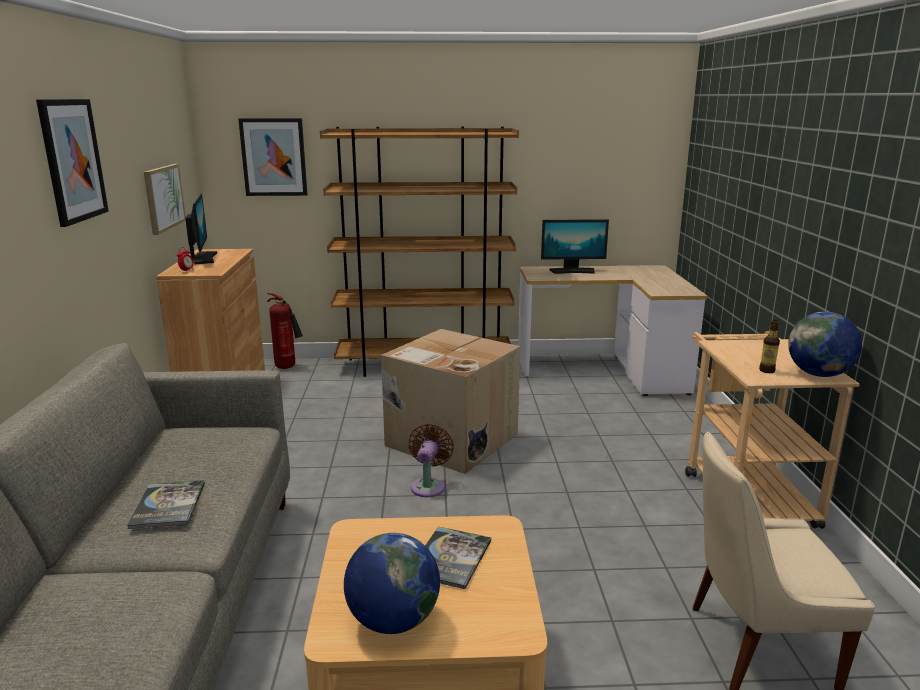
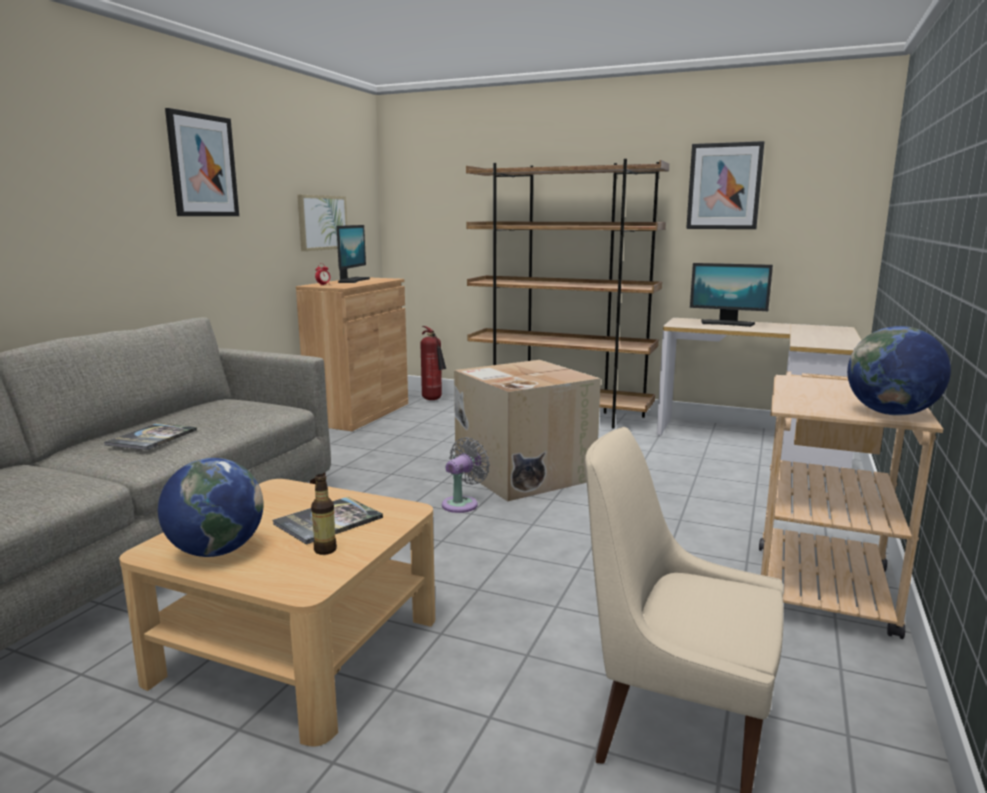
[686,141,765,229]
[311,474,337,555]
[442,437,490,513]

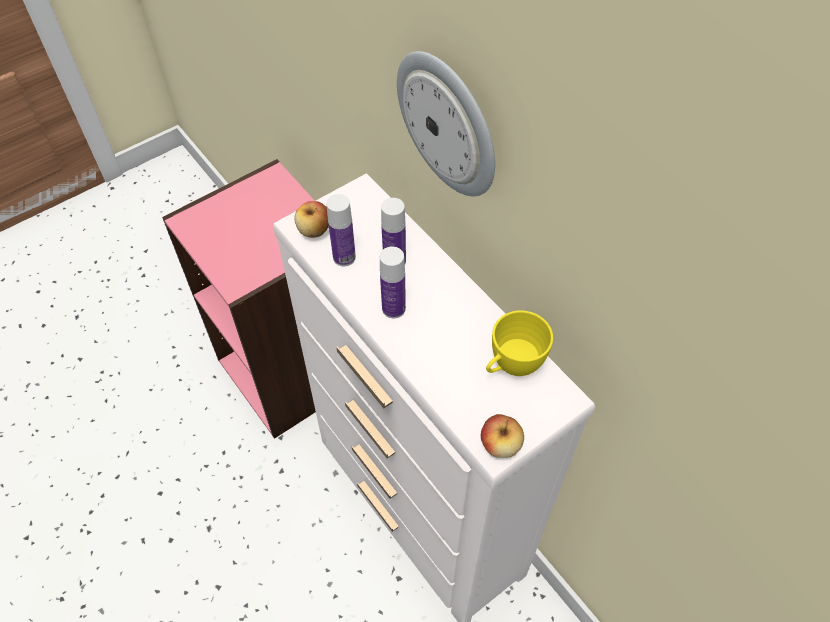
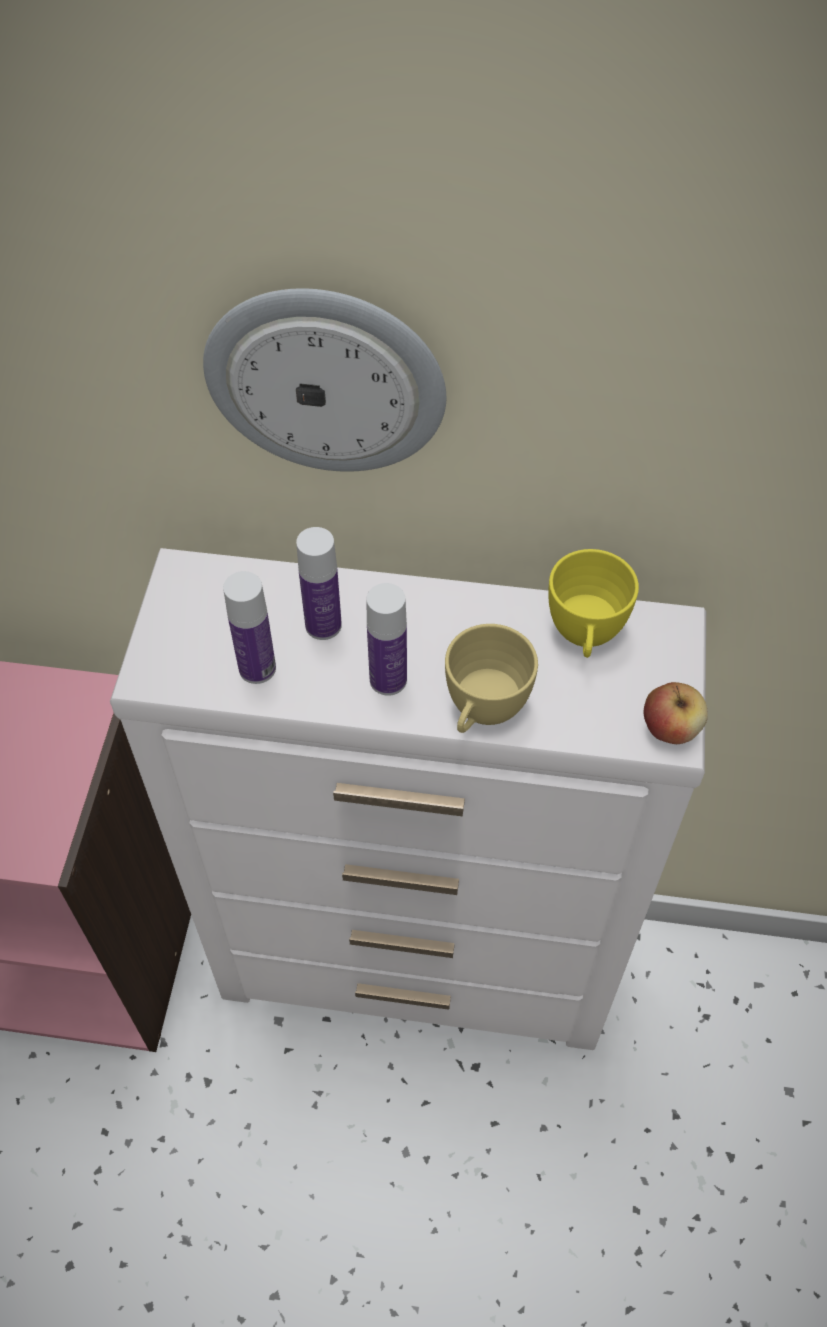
[294,201,329,238] (first image)
[445,624,538,733]

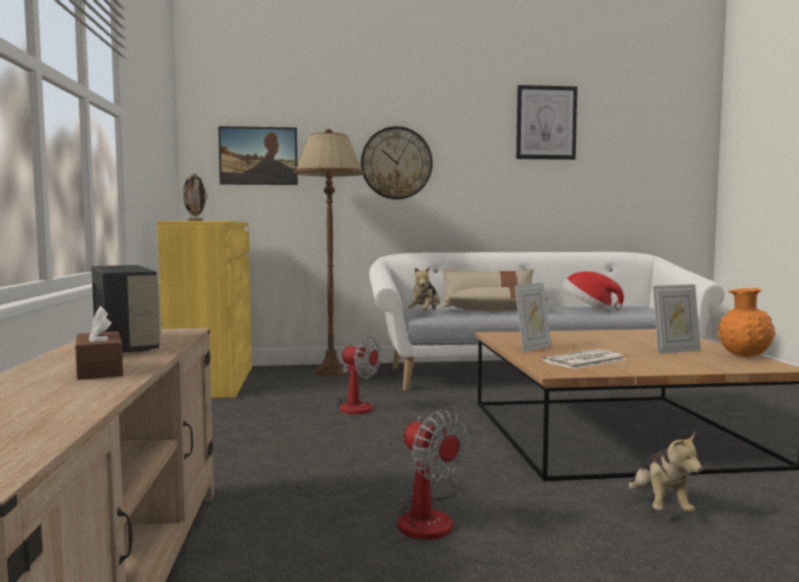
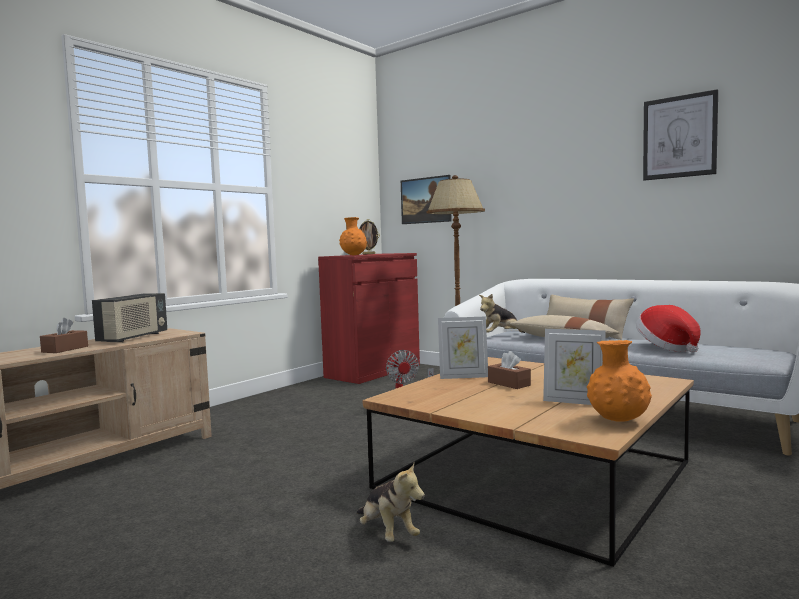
[361,126,433,199] (first image)
[318,253,420,384]
[542,349,626,369] (first image)
[398,410,469,540] (first image)
[357,462,425,542]
[339,217,367,255]
[488,351,531,389]

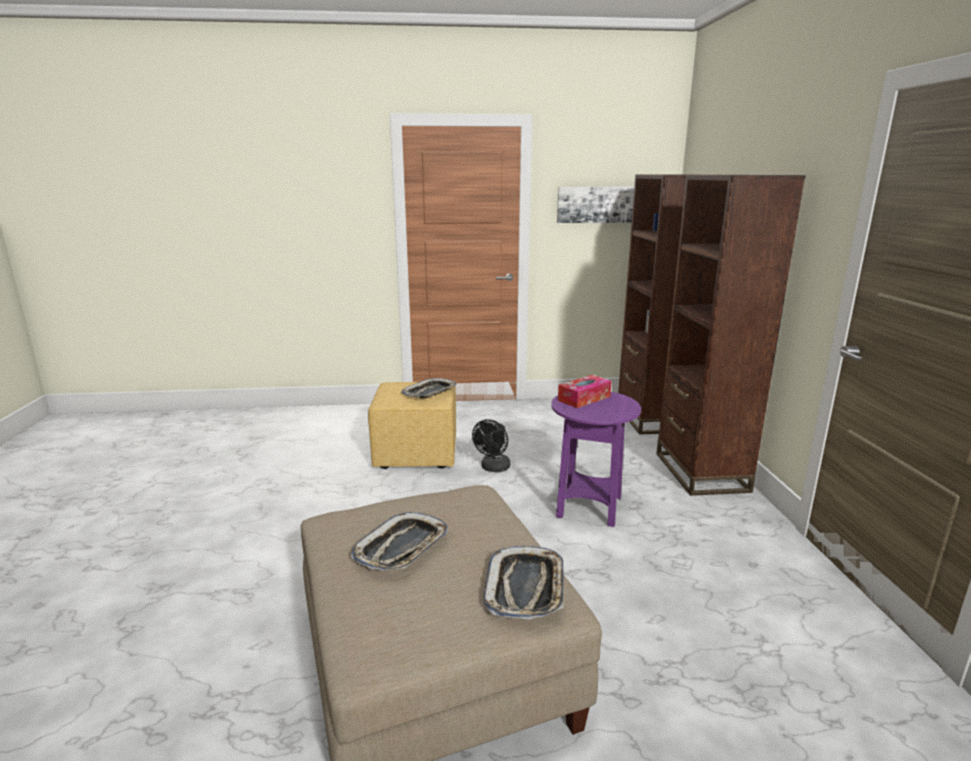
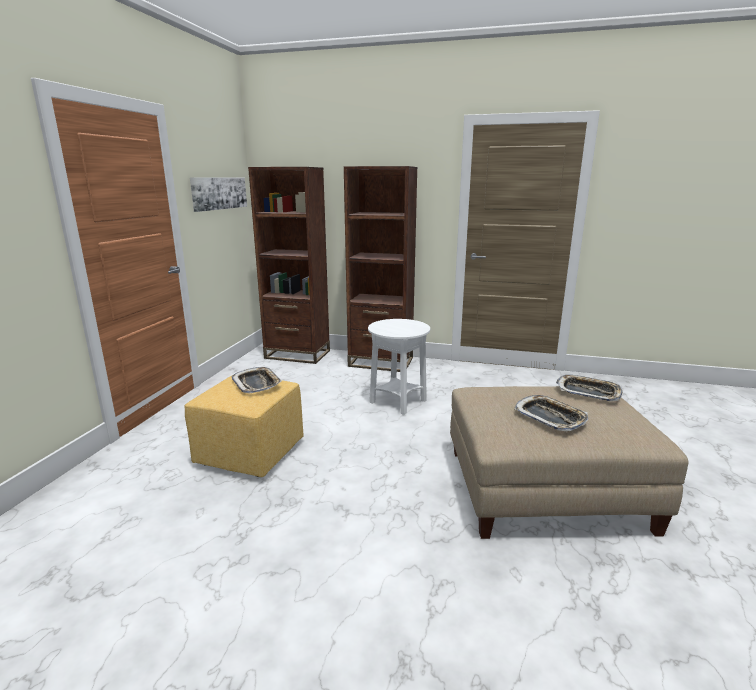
[558,375,612,408] (first image)
[368,319,430,415]
[472,419,510,472] (first image)

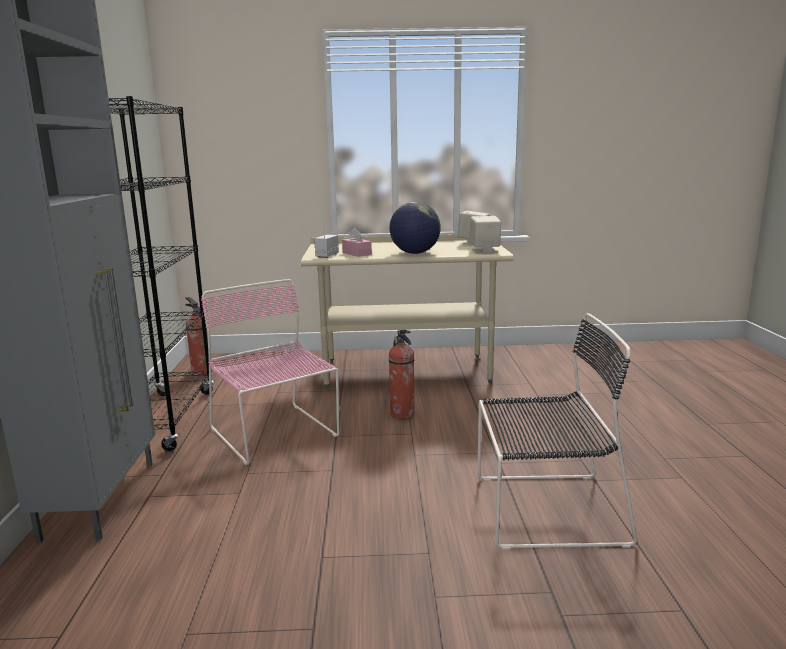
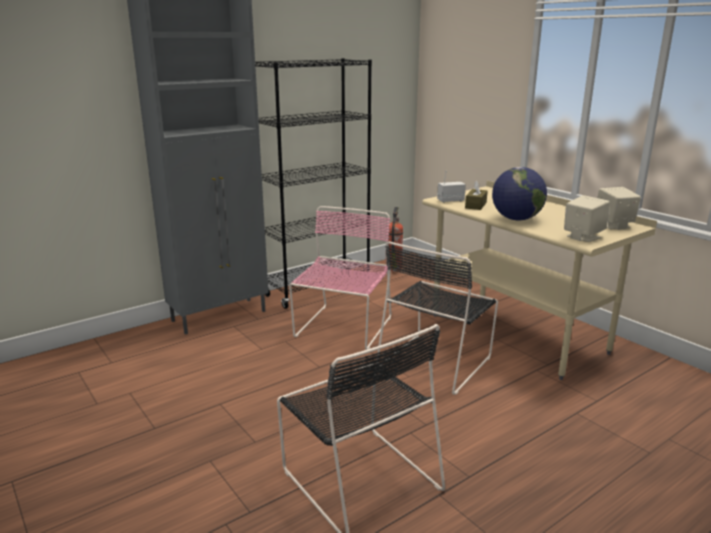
[465,180,488,210]
[376,241,498,395]

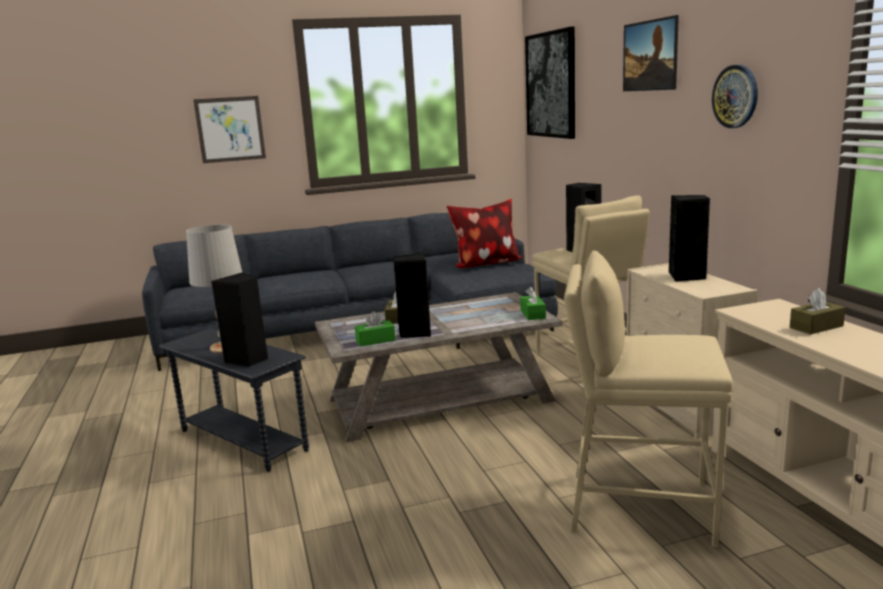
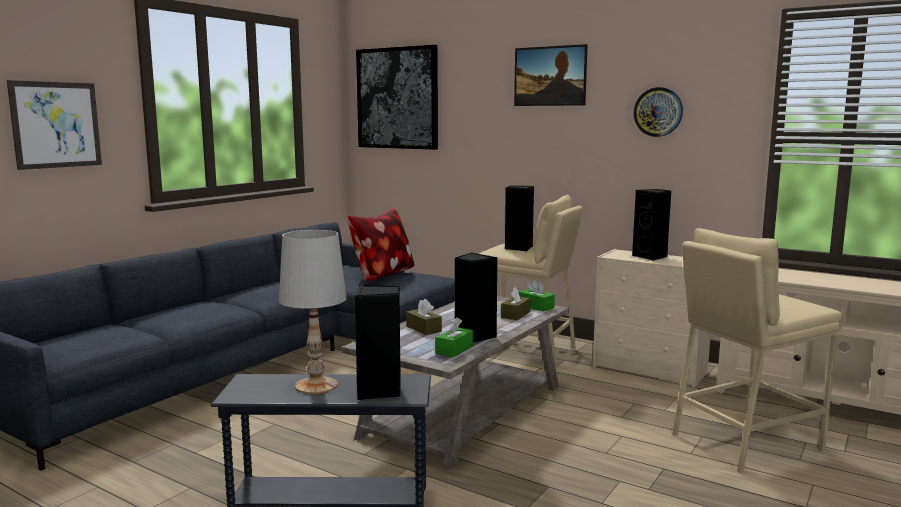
[501,287,531,320]

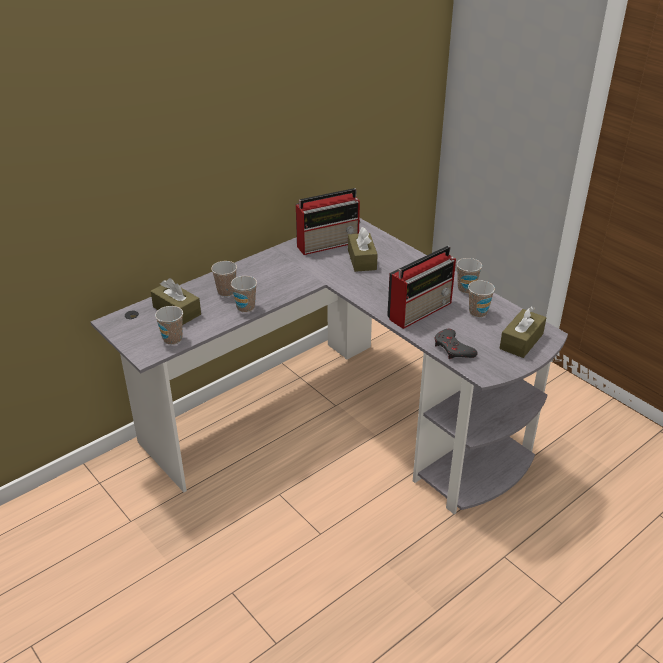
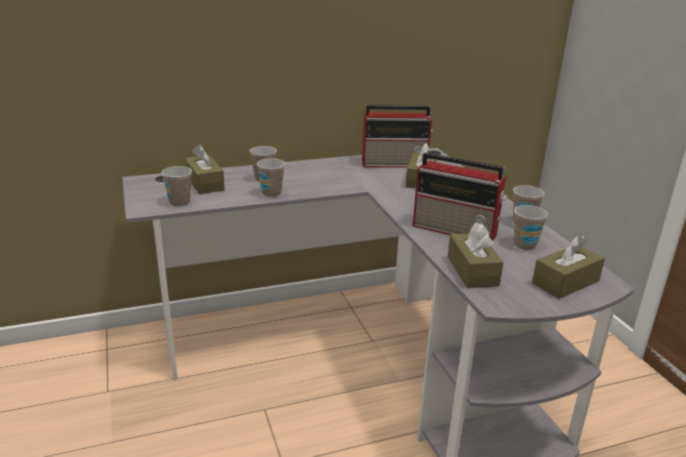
[413,153,507,241]
[448,223,504,288]

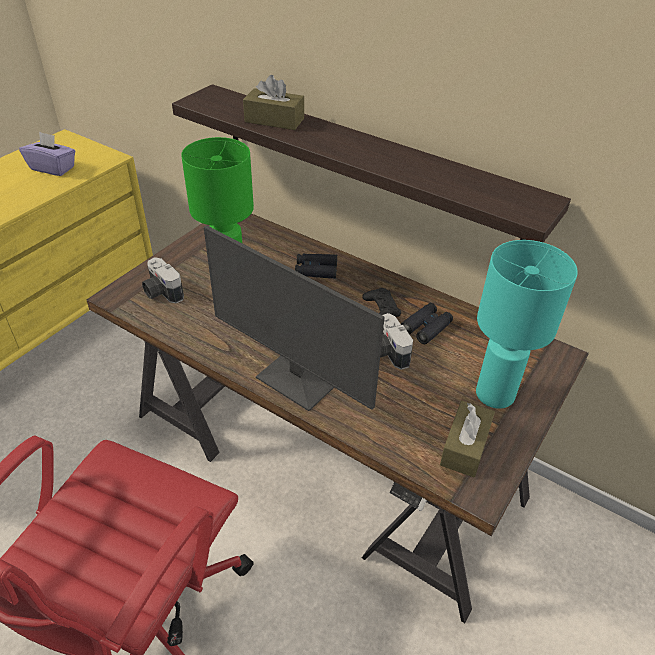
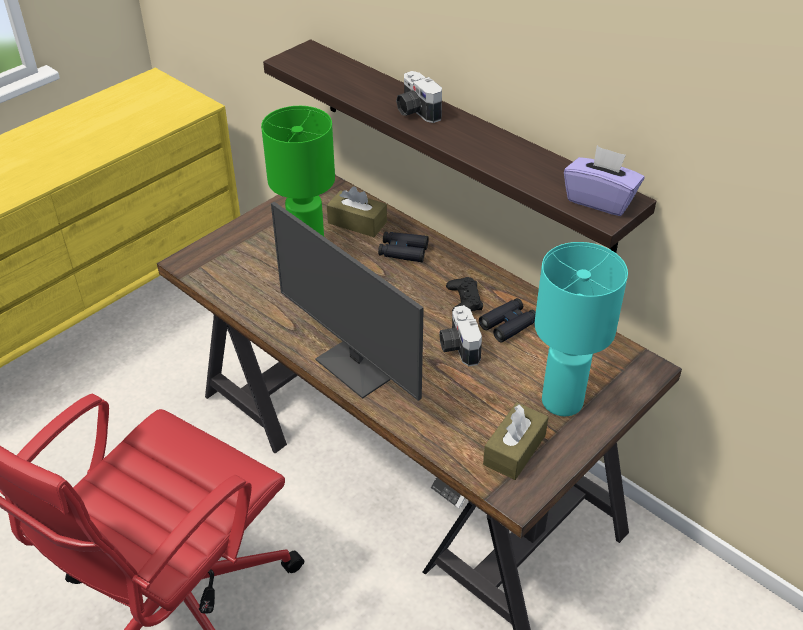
[327,186,387,237]
[564,146,644,216]
[396,71,442,123]

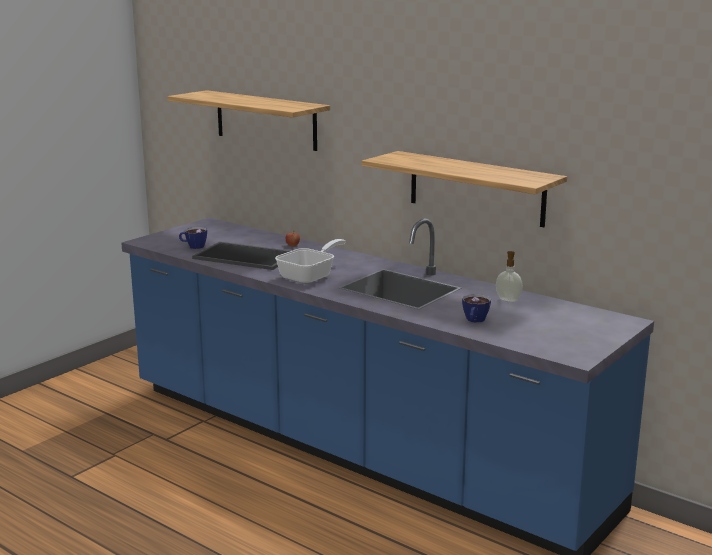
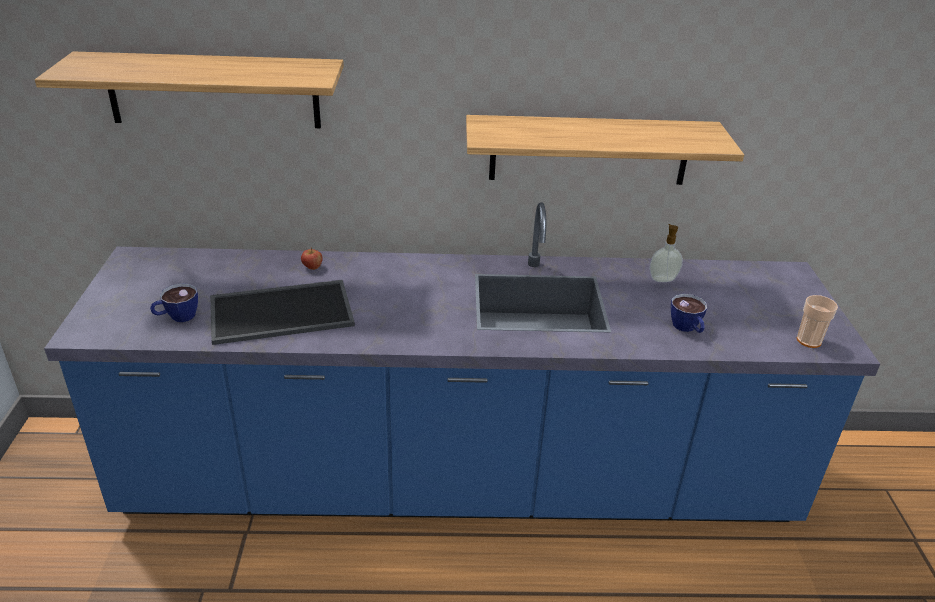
[275,239,346,284] (first image)
[797,295,838,348]

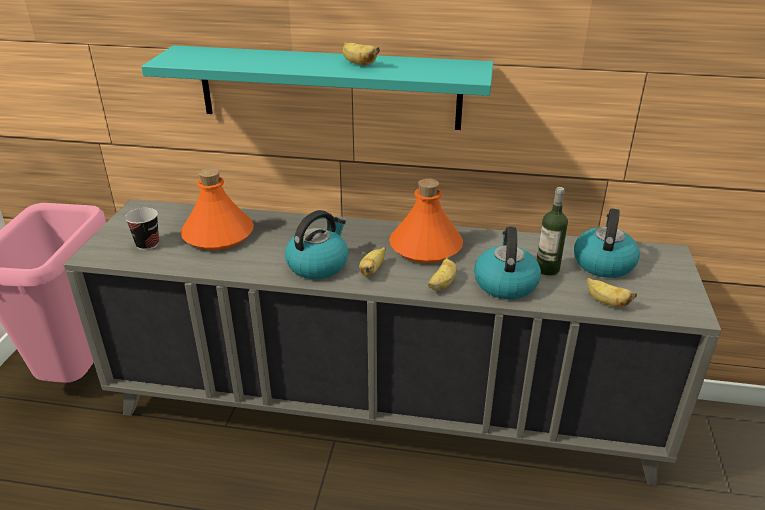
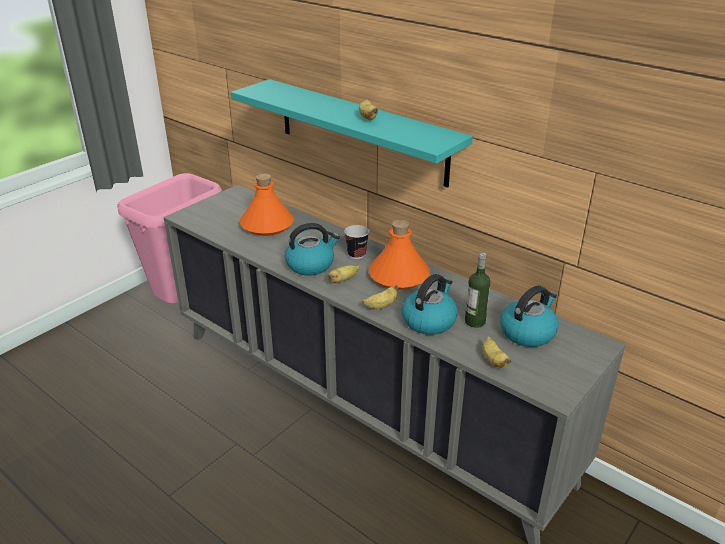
[344,225,369,259]

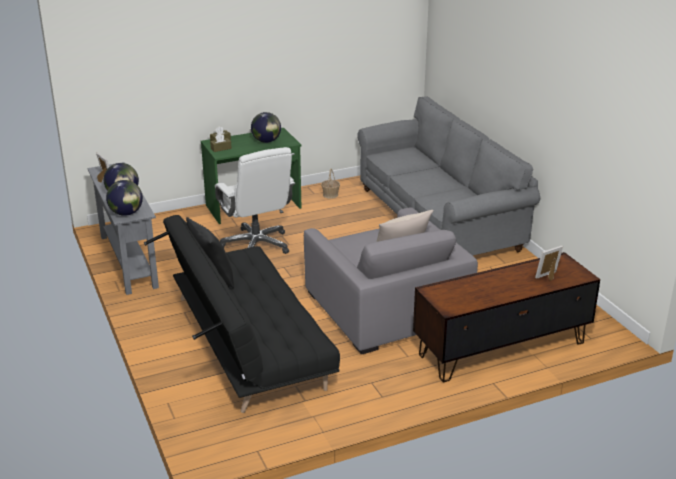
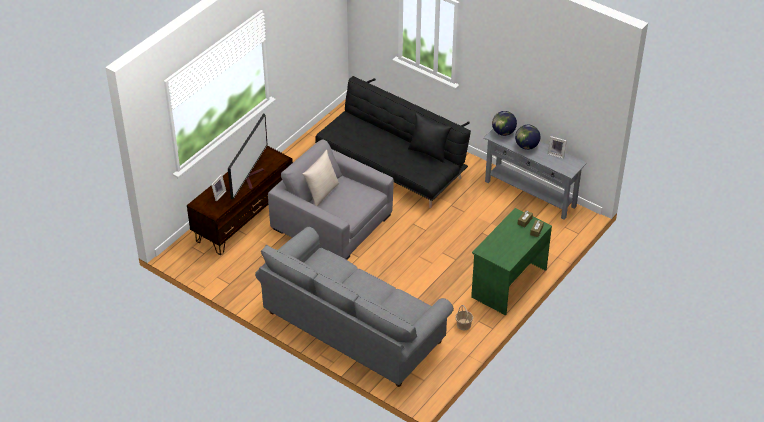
[251,112,281,143] (first image)
[215,147,295,254] (first image)
[228,113,267,199]

